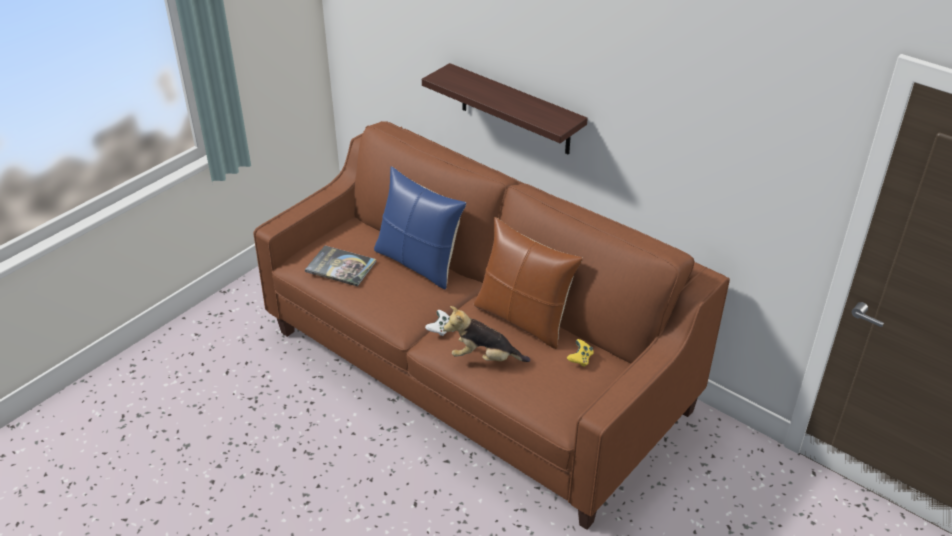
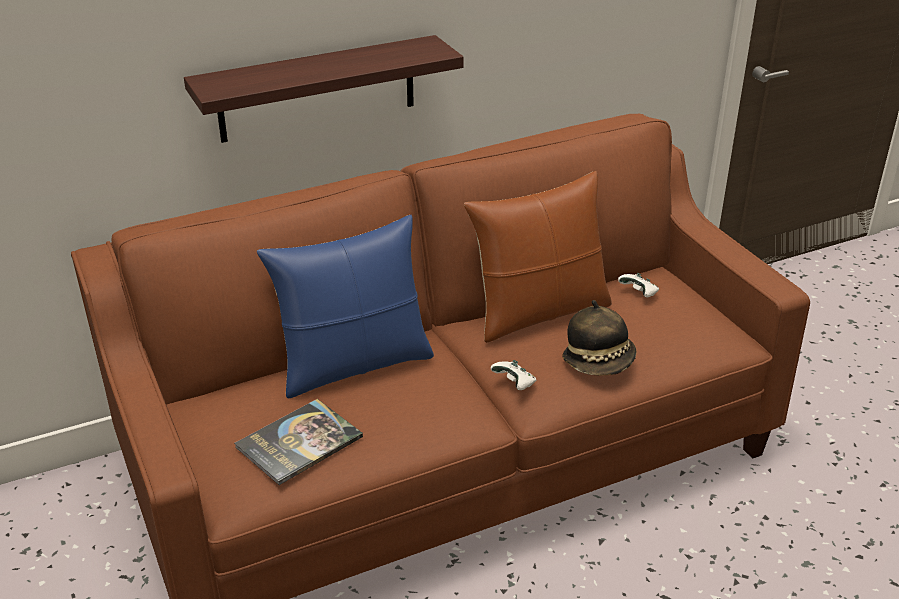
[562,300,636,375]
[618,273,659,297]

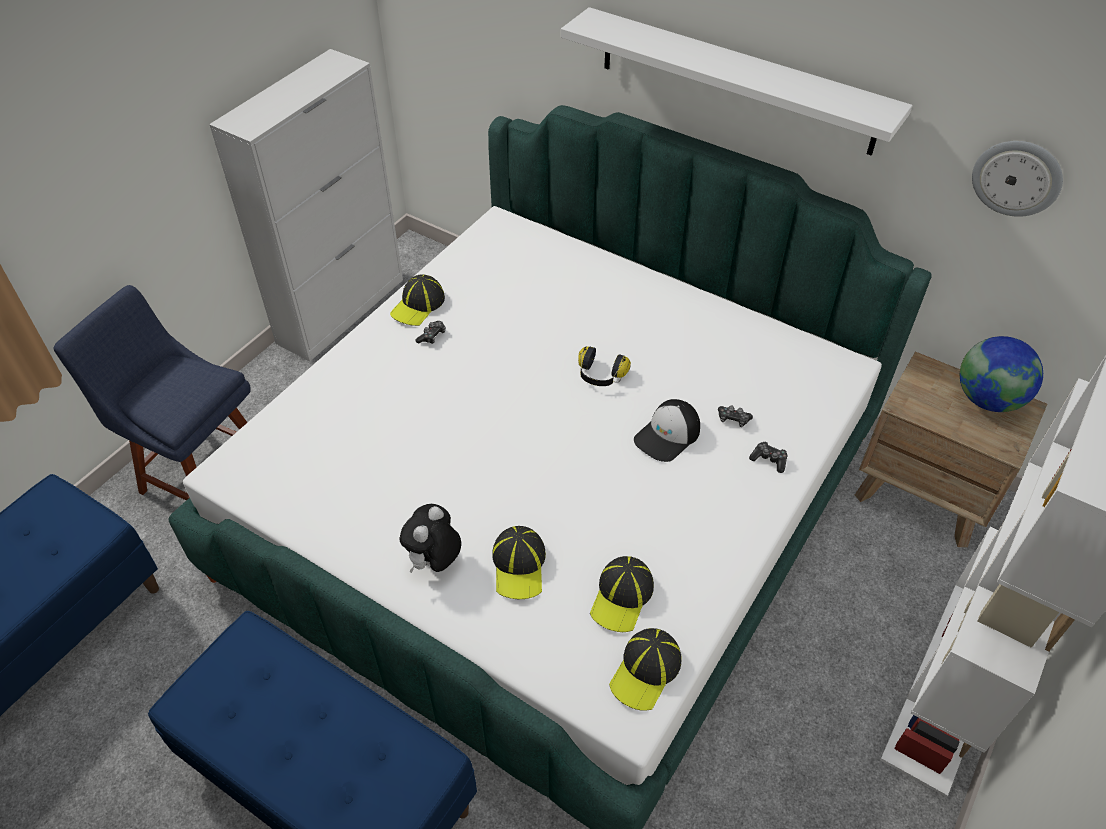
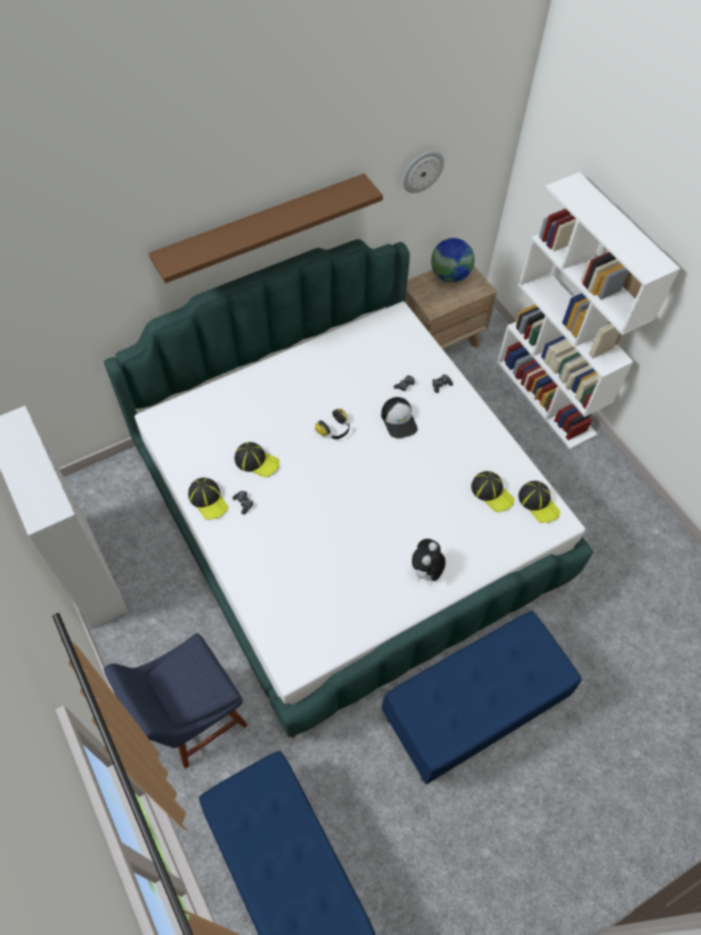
[149,173,383,283]
[412,539,446,581]
[235,442,280,478]

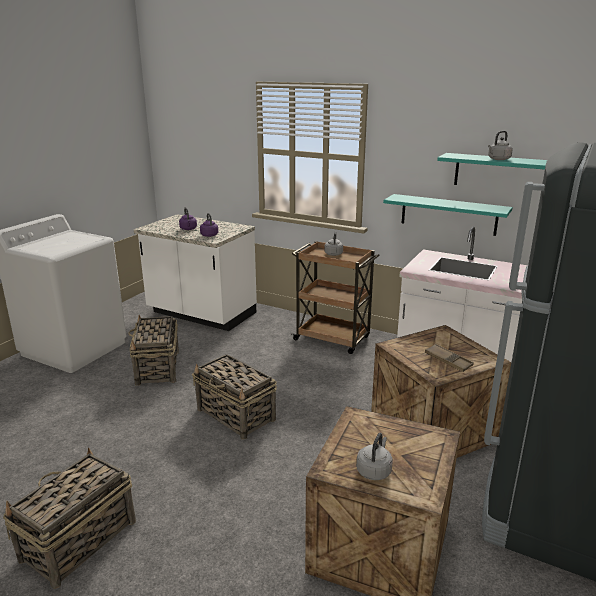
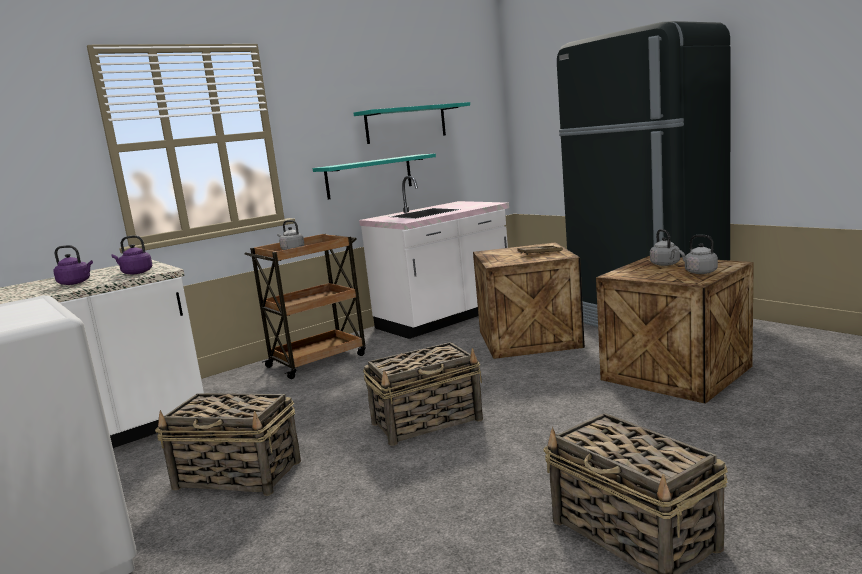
[650,229,680,266]

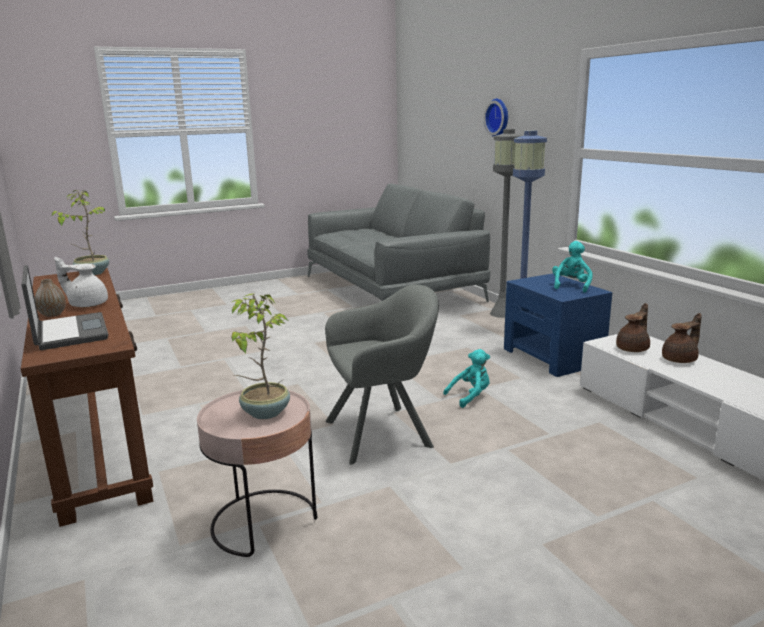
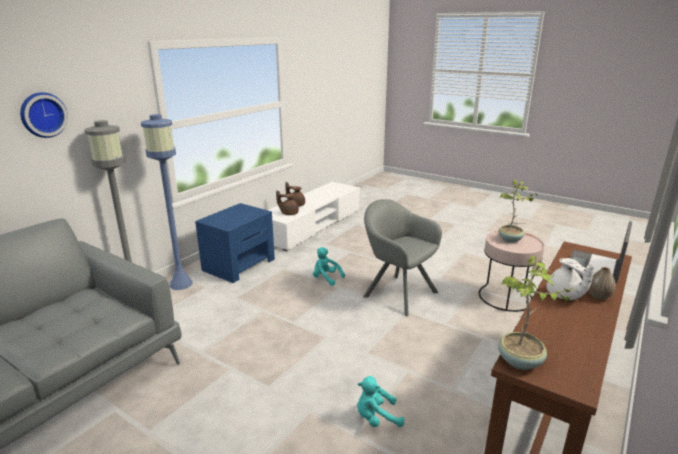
[357,376,404,427]

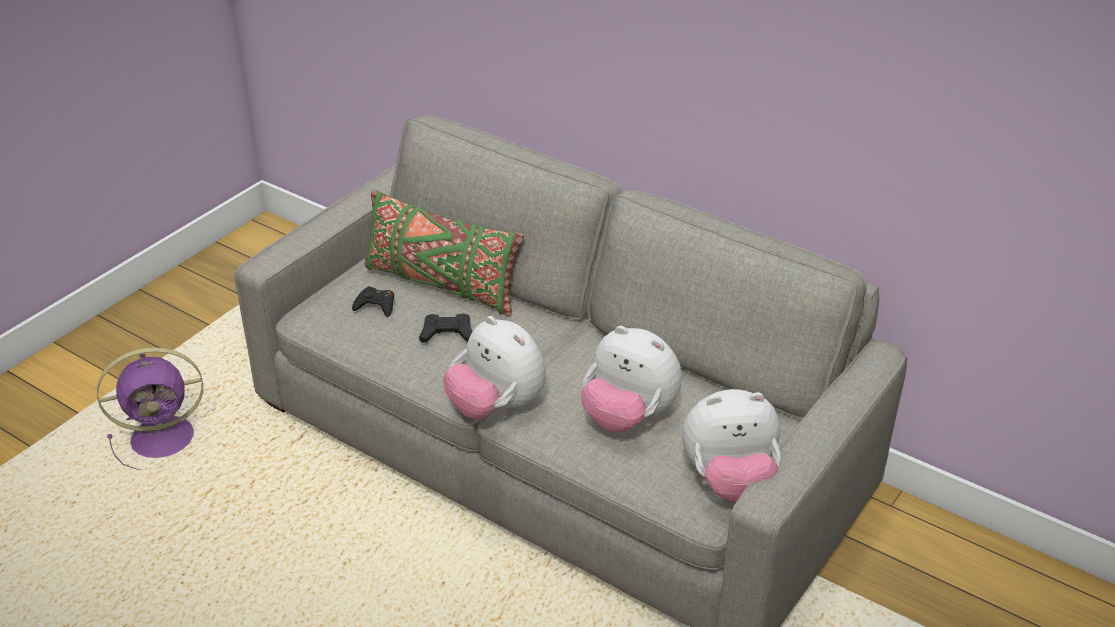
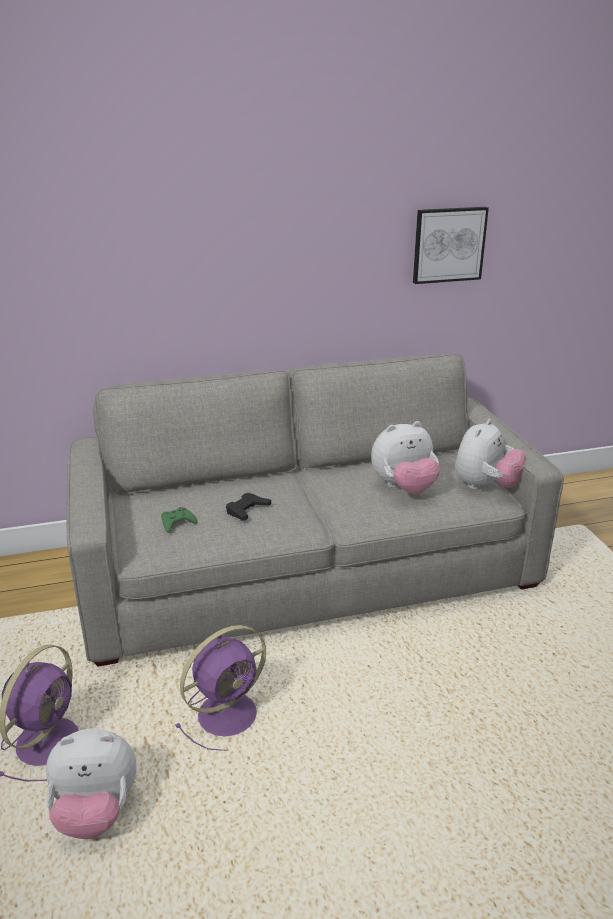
[364,190,524,317] (first image)
[161,507,197,533]
[46,729,136,839]
[413,207,489,284]
[175,625,266,751]

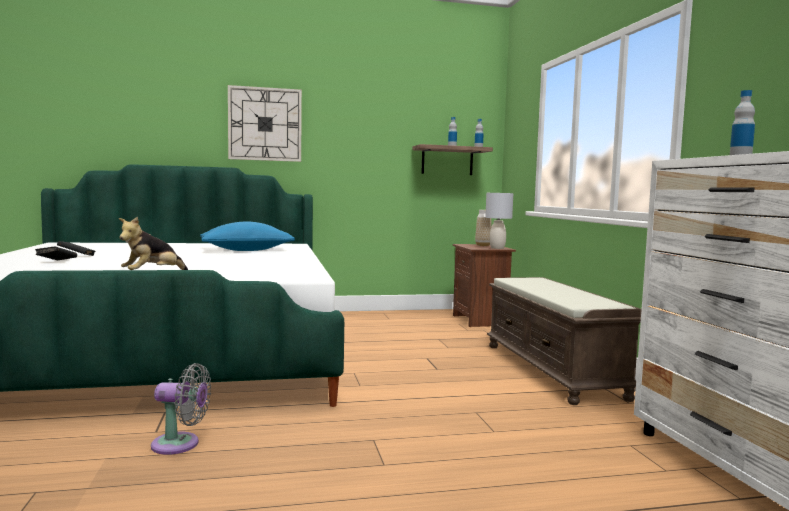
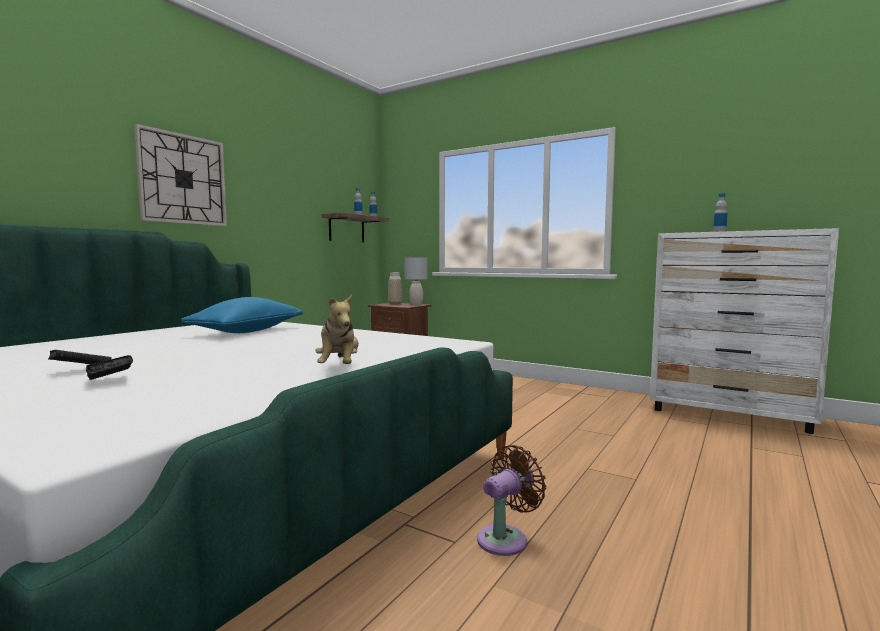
[487,277,641,405] (first image)
[477,445,546,556]

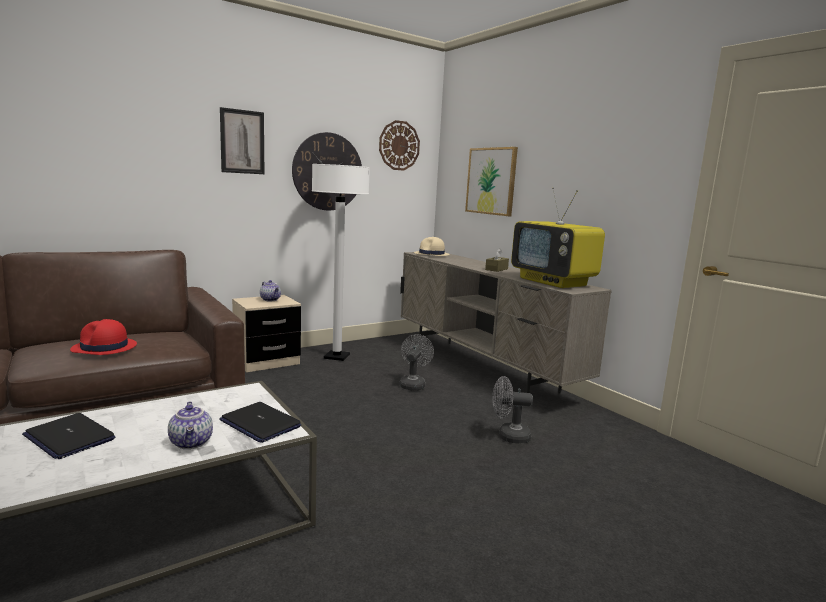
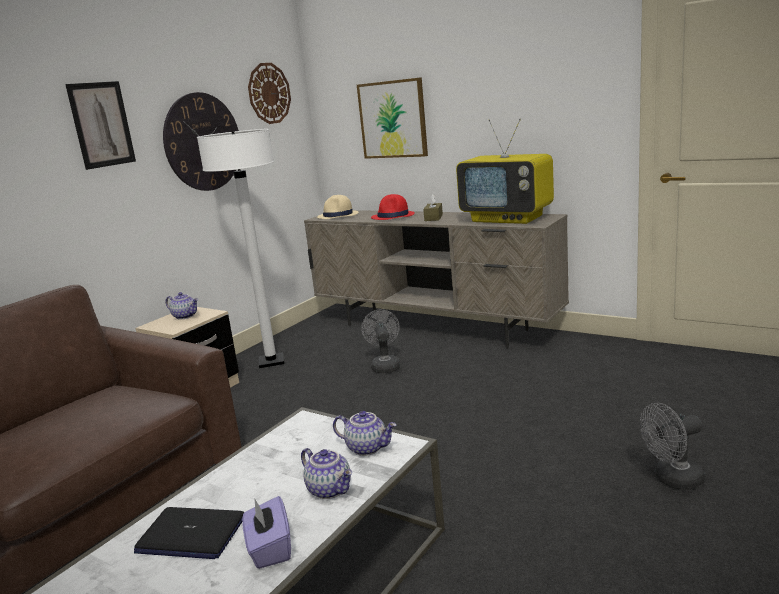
[371,194,415,220]
[640,403,705,490]
[333,411,397,456]
[242,496,291,569]

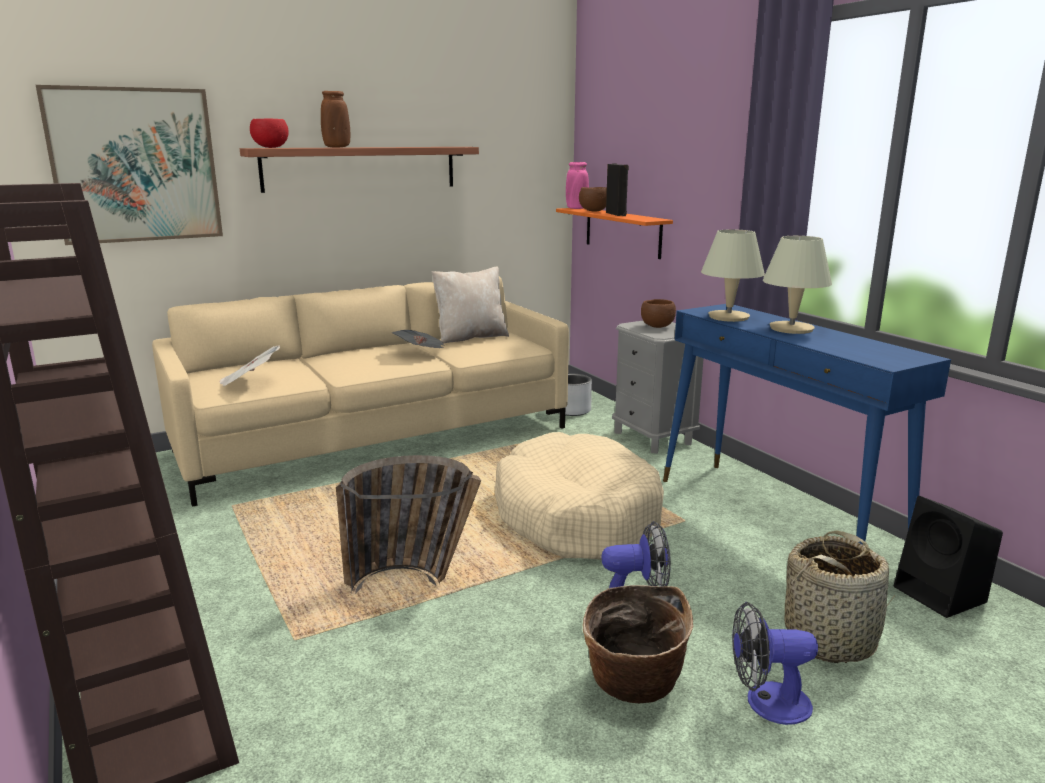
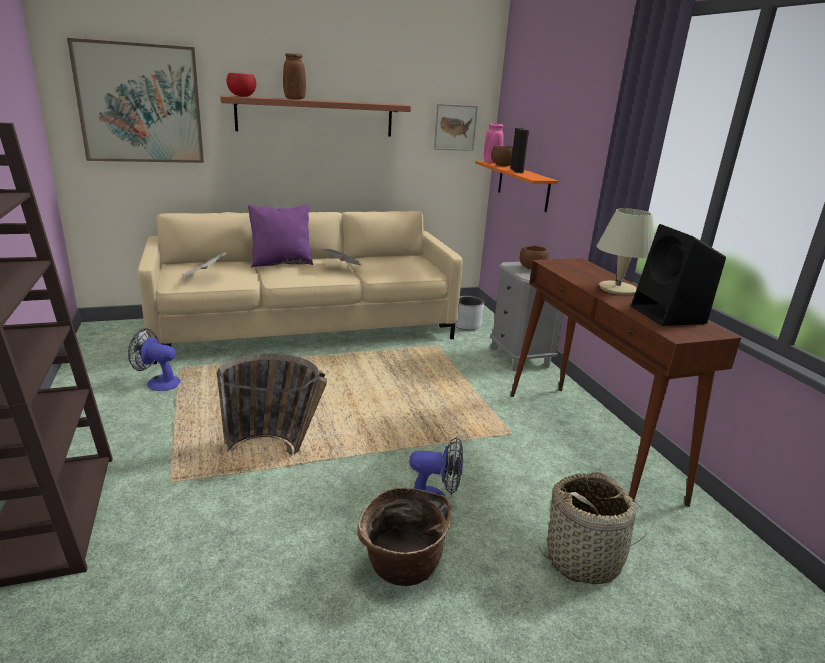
[701,229,765,322] (first image)
[432,267,509,344] (first image)
[511,258,741,507]
[495,432,664,560] (first image)
[631,224,726,326]
[128,329,181,391]
[434,104,478,151]
[248,205,313,267]

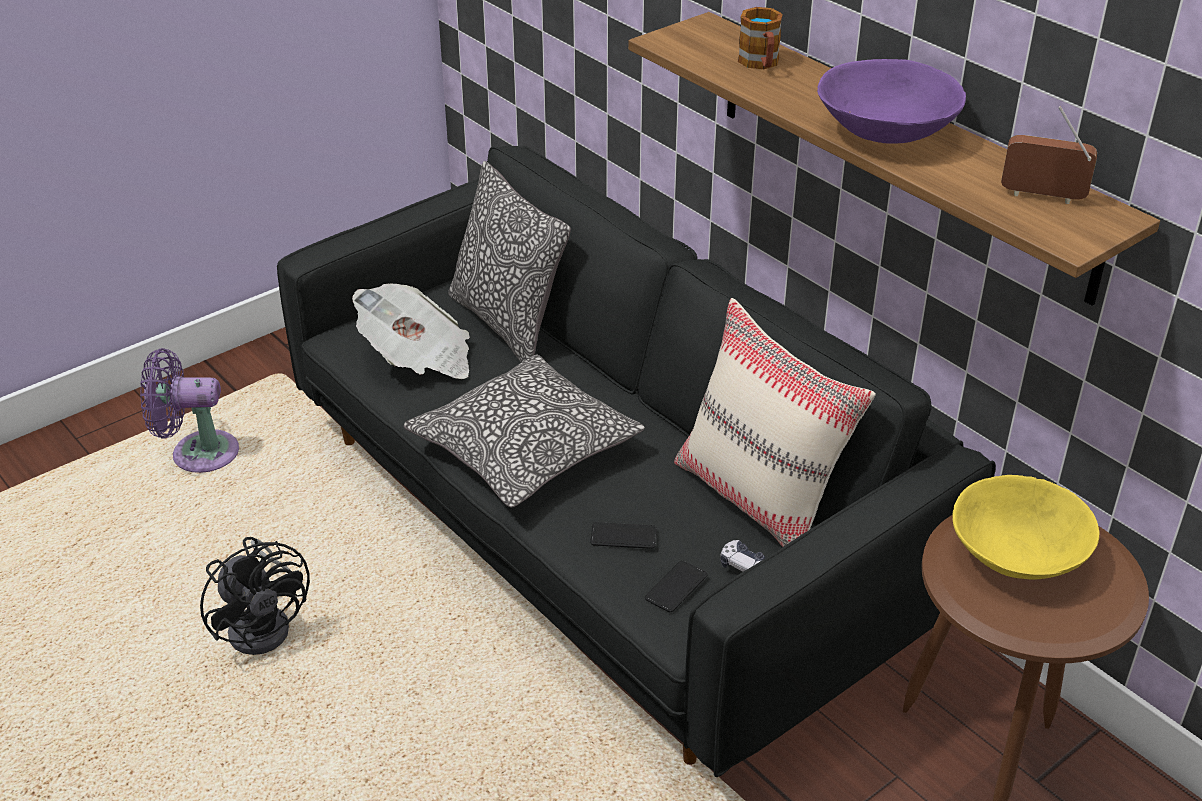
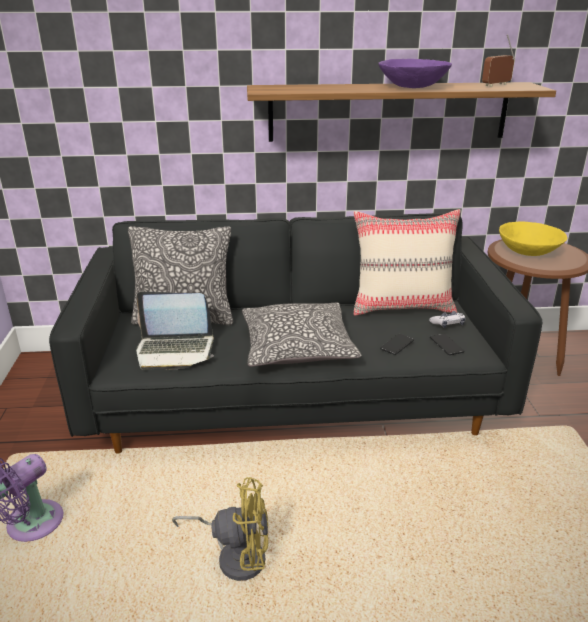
[738,7,783,69] (first image)
[136,292,214,370]
[172,477,268,581]

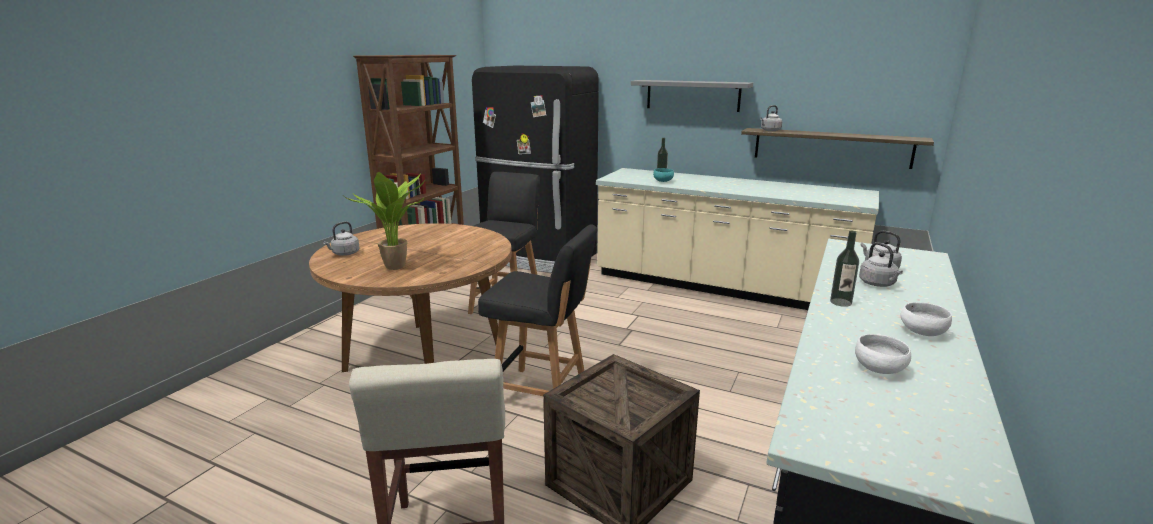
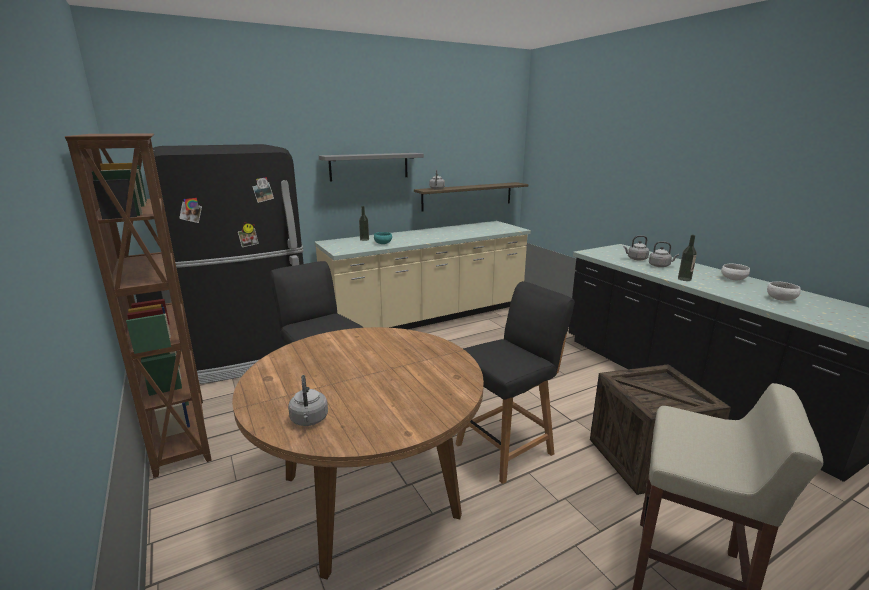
[344,172,426,270] (first image)

